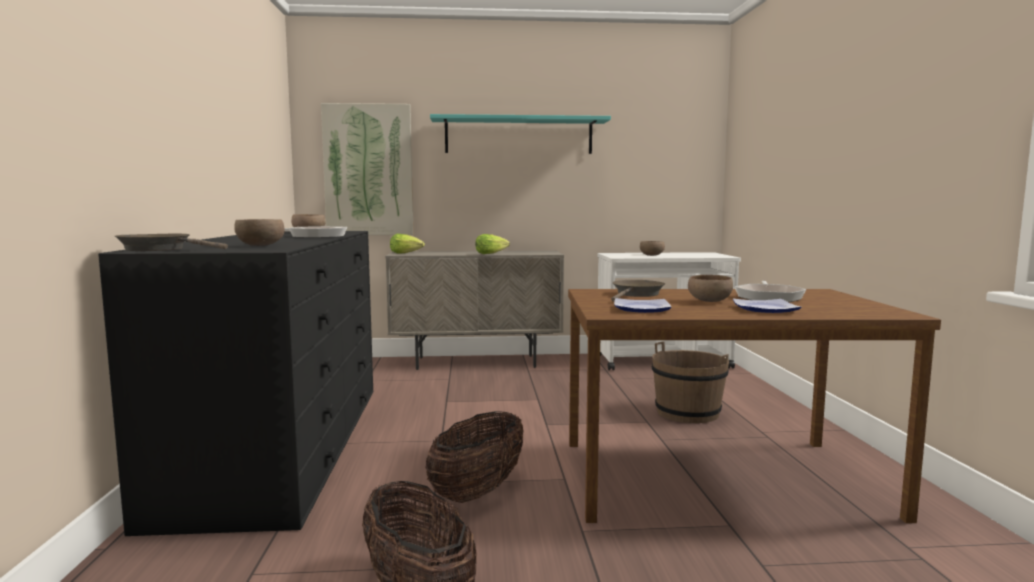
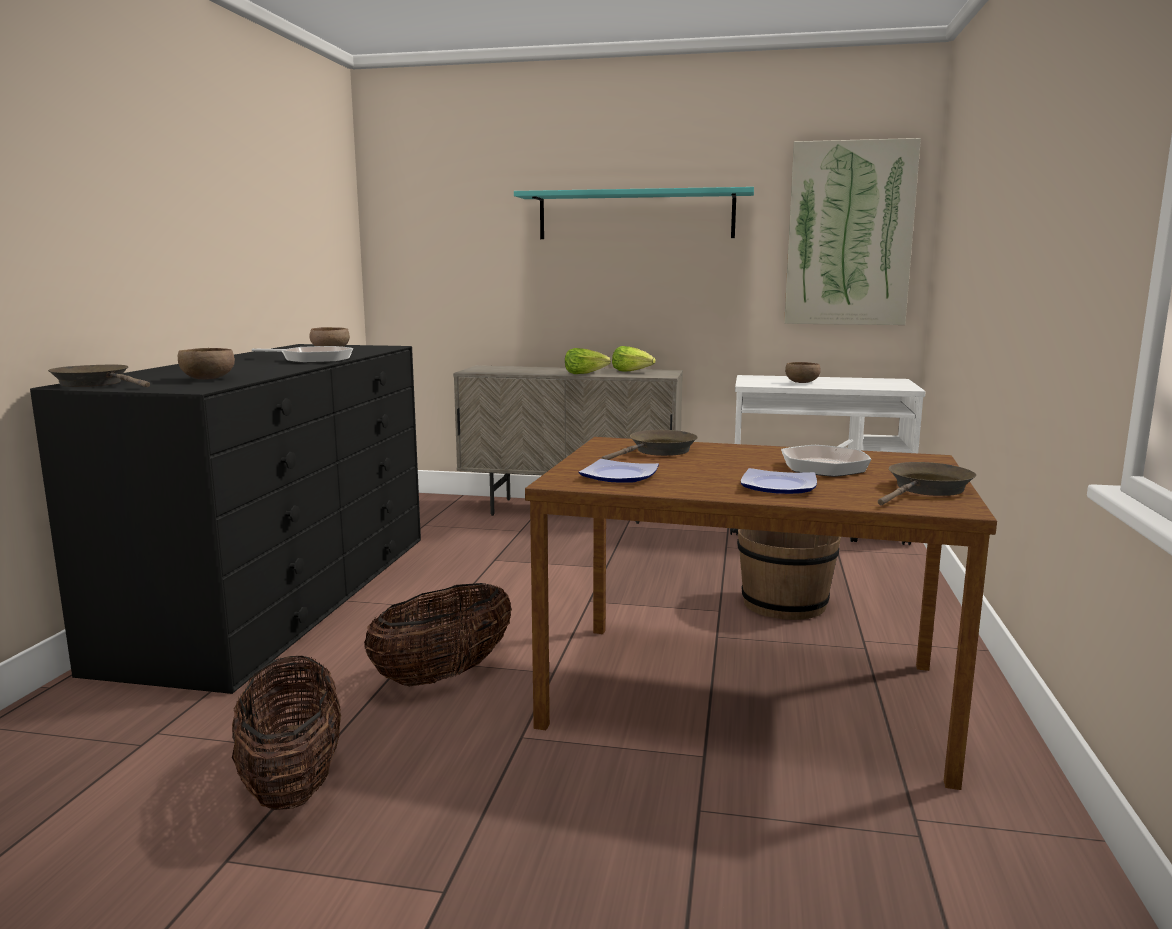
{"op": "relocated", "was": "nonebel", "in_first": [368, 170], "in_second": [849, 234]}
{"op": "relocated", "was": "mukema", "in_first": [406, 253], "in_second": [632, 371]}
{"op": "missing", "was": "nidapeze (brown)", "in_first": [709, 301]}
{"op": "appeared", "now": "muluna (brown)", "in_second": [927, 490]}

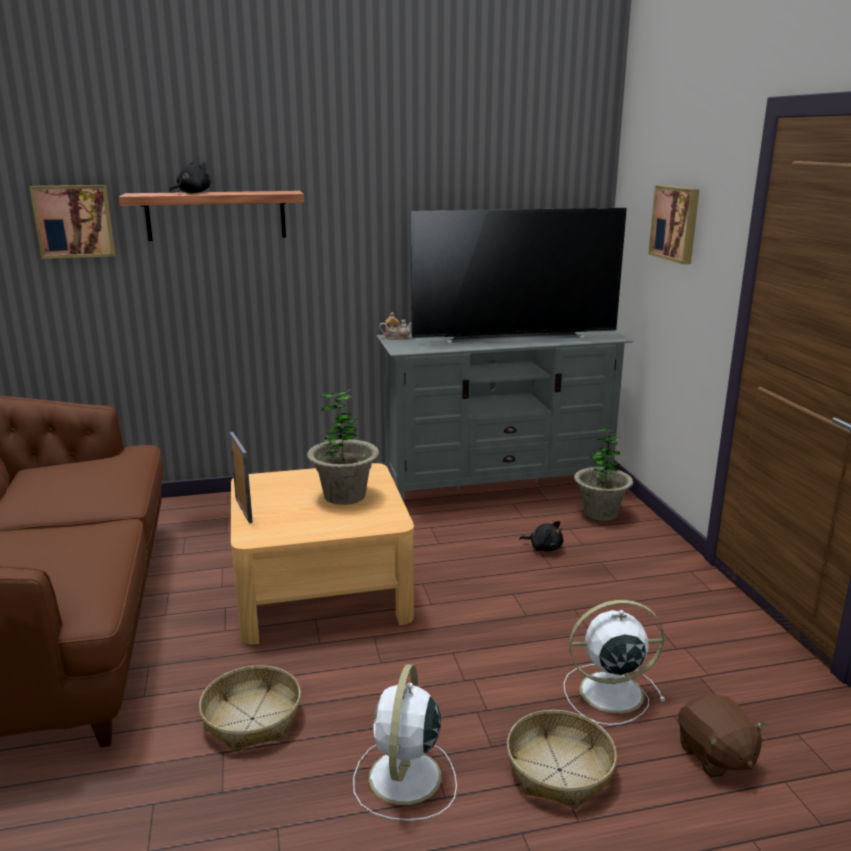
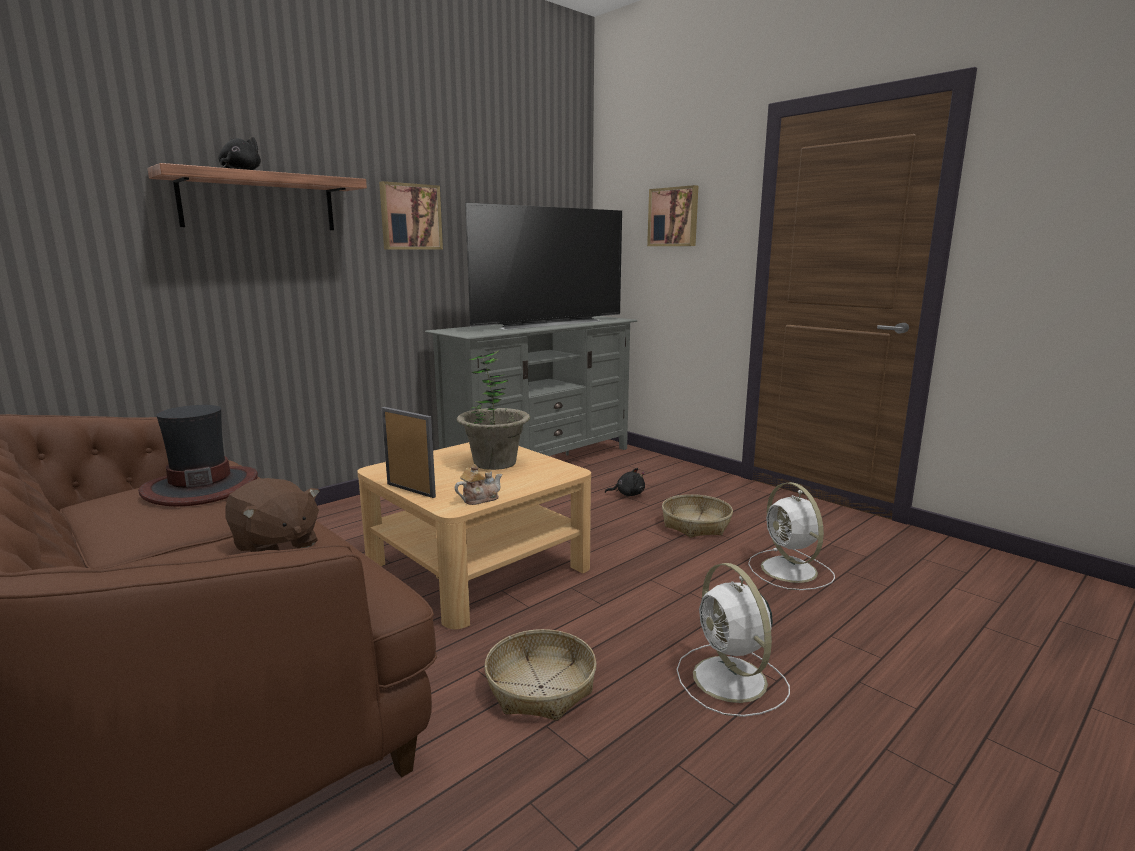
{"op": "relocated", "was": "nonebel", "in_first": [74, 221], "in_second": [410, 217]}
{"op": "relocated", "was": "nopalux", "in_first": [396, 337], "in_second": [479, 499]}
{"op": "missing", "was": "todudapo", "in_first": [600, 513]}
{"op": "spun", "was": "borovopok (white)", "in_first": [608, 692], "in_second": [790, 571], "clockwise": -75}
{"op": "relocated", "was": "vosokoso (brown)", "in_first": [715, 756], "in_second": [275, 546]}
{"op": "relocated", "was": "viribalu", "in_first": [559, 770], "in_second": [696, 525]}
{"op": "appeared", "now": "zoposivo", "in_second": [201, 487]}

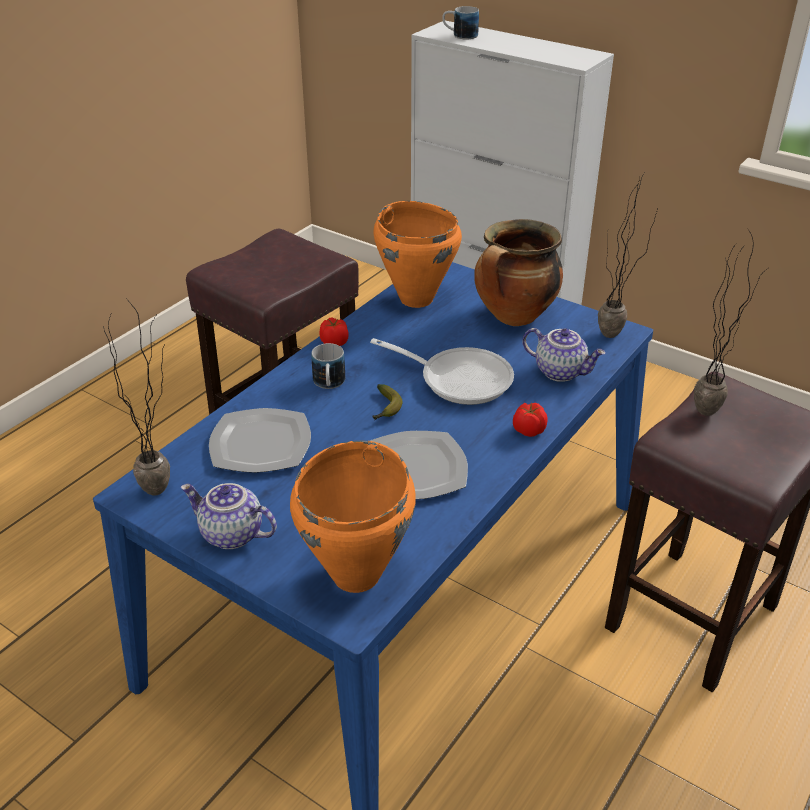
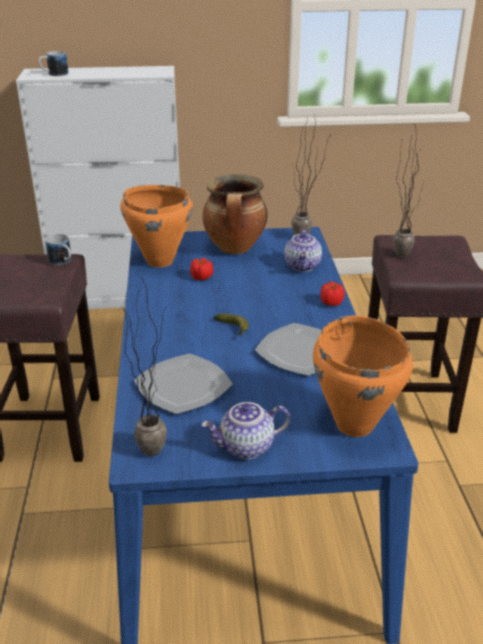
{"op": "relocated", "was": "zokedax", "in_first": [334, 342], "in_second": [201, 277]}
{"op": "spun", "was": "nopalux", "in_first": [561, 371], "in_second": [303, 266], "clockwise": 105}
{"op": "missing", "was": "muluna", "in_first": [458, 379]}
{"op": "relocated", "was": "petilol", "in_first": [329, 384], "in_second": [63, 262]}

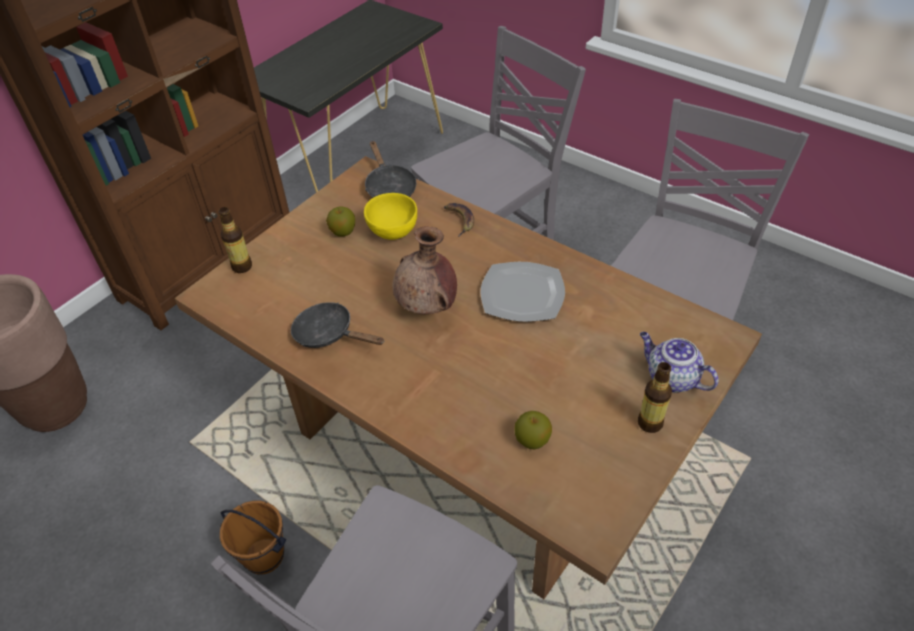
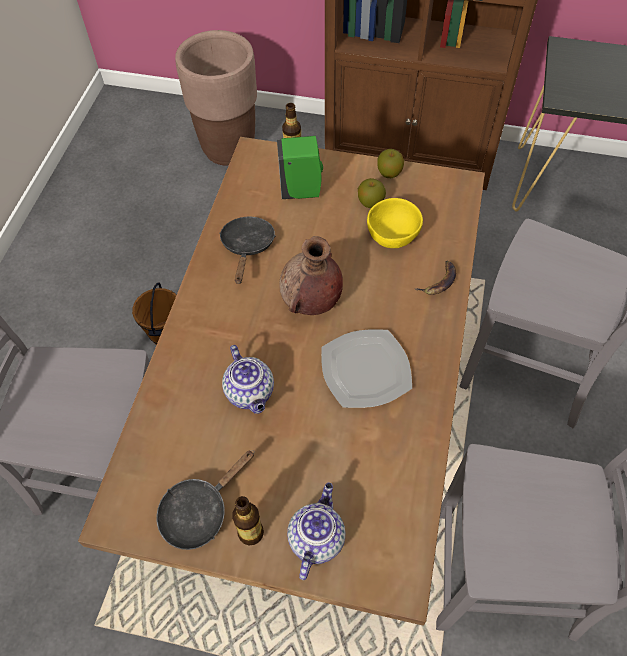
{"op": "relocated", "was": "muluna (black)", "in_first": [389, 187], "in_second": [199, 511]}
{"op": "relocated", "was": "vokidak", "in_first": [532, 440], "in_second": [389, 173]}
{"op": "appeared", "now": "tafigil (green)", "in_second": [302, 191]}
{"op": "appeared", "now": "nopalux", "in_second": [251, 393]}

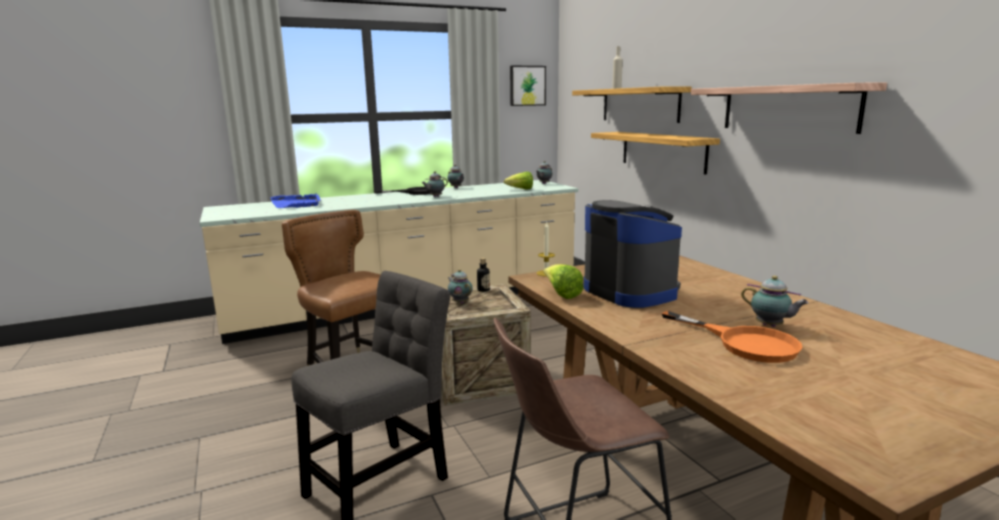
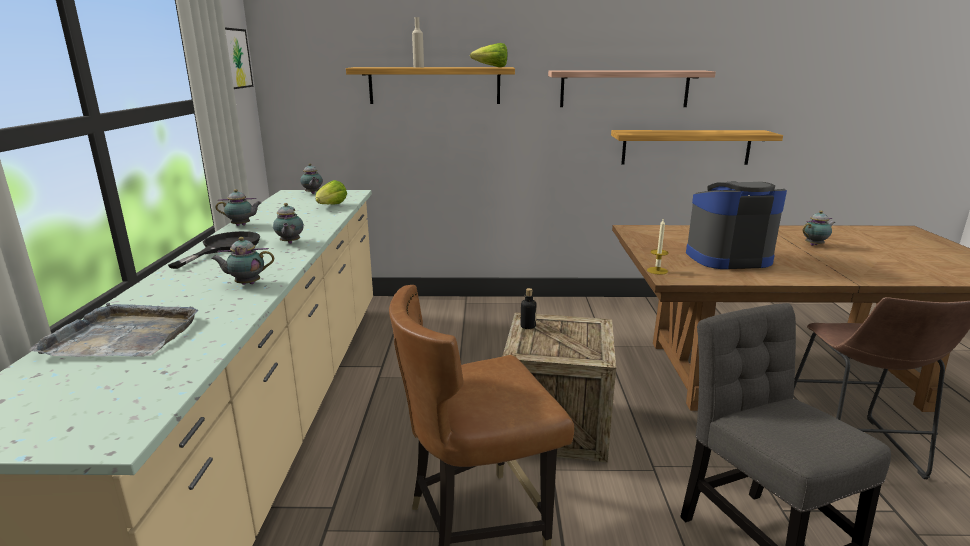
{"op": "relocated", "was": "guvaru", "in_first": [662, 151], "in_second": [686, 147]}
{"op": "colour", "was": "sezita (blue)", "now": "sezita (grey)", "in_first": [296, 204], "in_second": [124, 336]}
{"op": "relocated", "was": "mukema", "in_first": [561, 294], "in_second": [492, 67]}
{"op": "relocated", "was": "nopalux", "in_first": [460, 302], "in_second": [246, 284]}
{"op": "missing", "was": "muluna (orange)", "in_first": [744, 343]}

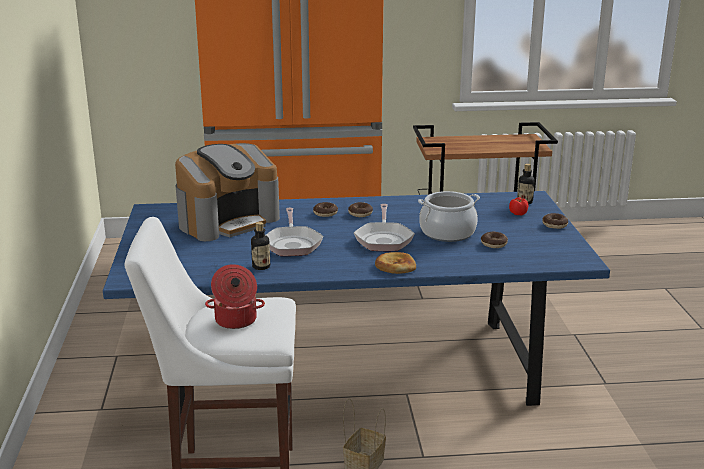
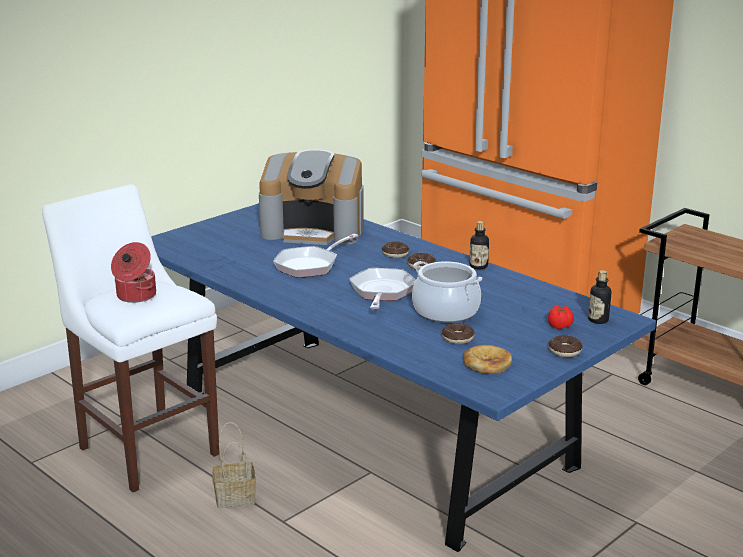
{"op": "spun", "was": "muluna", "in_first": [384, 239], "in_second": [382, 292], "clockwise": 135}
{"op": "relocated", "was": "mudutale", "in_first": [261, 266], "in_second": [478, 266]}
{"op": "relocated", "was": "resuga", "in_first": [395, 266], "in_second": [487, 363]}

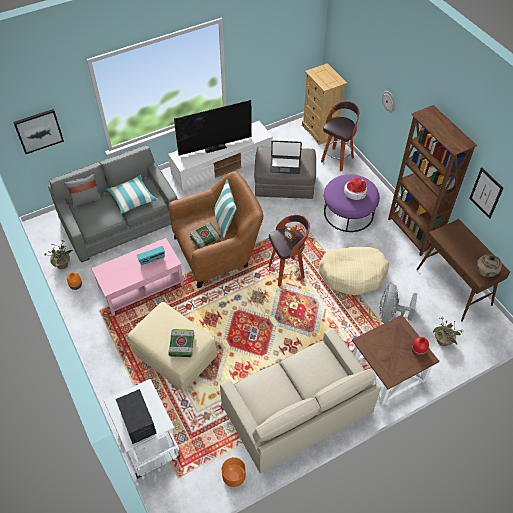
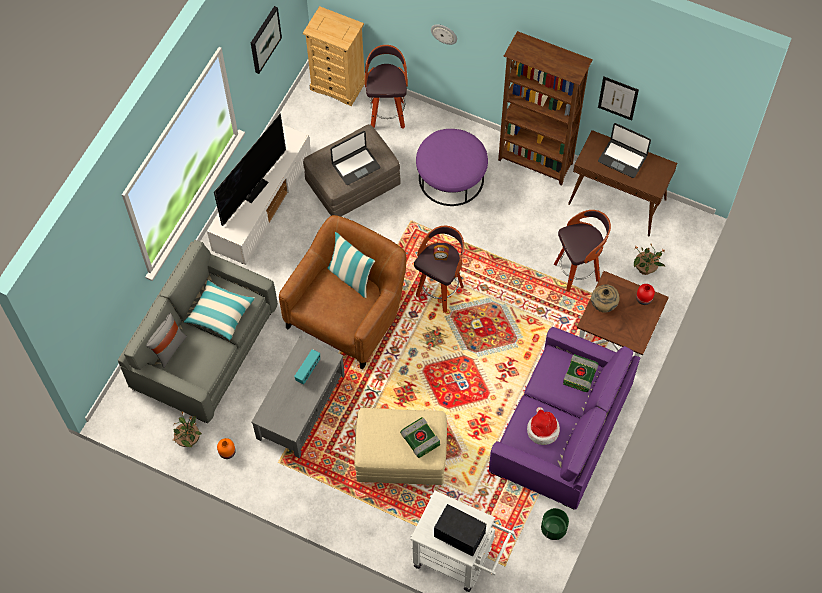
{"op": "relocated", "was": "nonebel", "in_first": [38, 131], "in_second": [264, 39]}
{"op": "relocated", "was": "zoposivo", "in_first": [355, 192], "in_second": [542, 429]}
{"op": "relocated", "was": "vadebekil", "in_first": [205, 238], "in_second": [580, 376]}
{"op": "colour", "was": "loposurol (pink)", "now": "loposurol (grey)", "in_first": [141, 286], "in_second": [300, 406]}
{"op": "missing", "was": "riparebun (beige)", "in_first": [353, 274]}
{"op": "relocated", "was": "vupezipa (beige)", "in_first": [485, 273], "in_second": [603, 305]}
{"op": "exchanged", "was": "borovopok (grey)", "now": "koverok", "in_first": [390, 314], "in_second": [578, 271]}
{"op": "colour", "was": "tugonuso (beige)", "now": "tugonuso (purple)", "in_first": [296, 410], "in_second": [562, 429]}
{"op": "colour", "was": "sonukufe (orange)", "now": "sonukufe (green)", "in_first": [234, 476], "in_second": [553, 529]}
{"op": "appeared", "now": "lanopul", "in_second": [622, 158]}

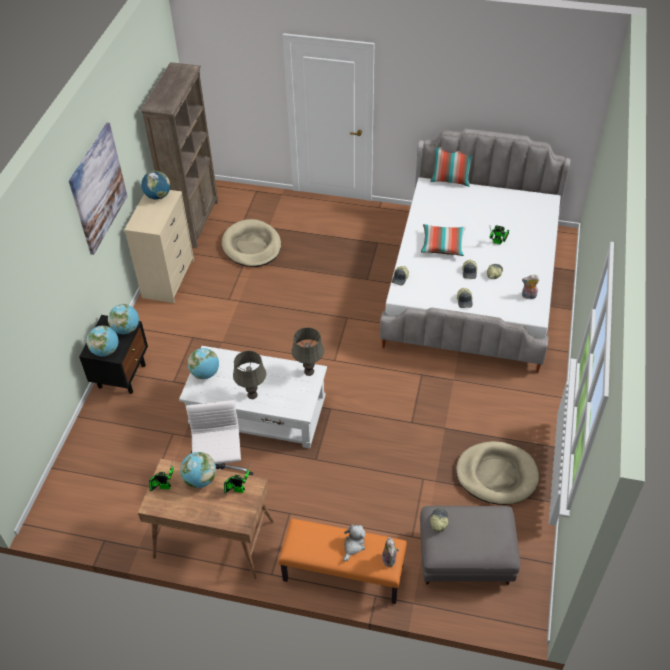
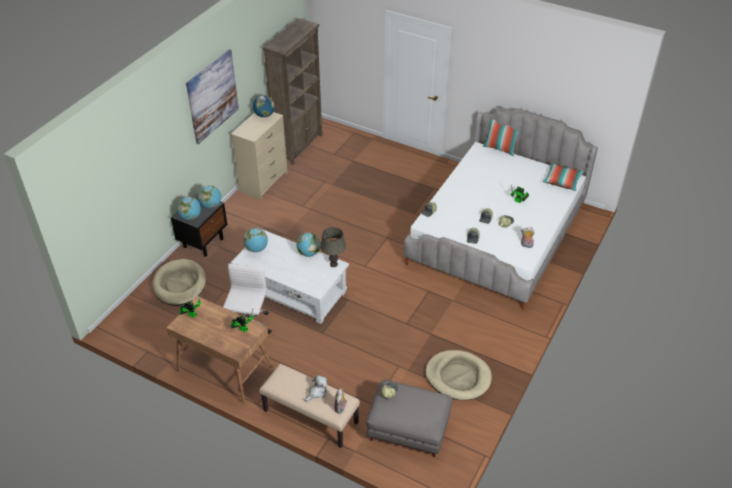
{"op": "relocated", "was": "riparebun (beige)", "in_first": [252, 246], "in_second": [179, 284]}
{"op": "relocated", "was": "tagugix", "in_first": [442, 245], "in_second": [562, 181]}
{"op": "missing", "was": "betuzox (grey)", "in_first": [252, 395]}
{"op": "relocated", "was": "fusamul", "in_first": [200, 479], "in_second": [309, 253]}
{"op": "colour", "was": "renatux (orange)", "now": "renatux (beige)", "in_first": [342, 573], "in_second": [310, 417]}

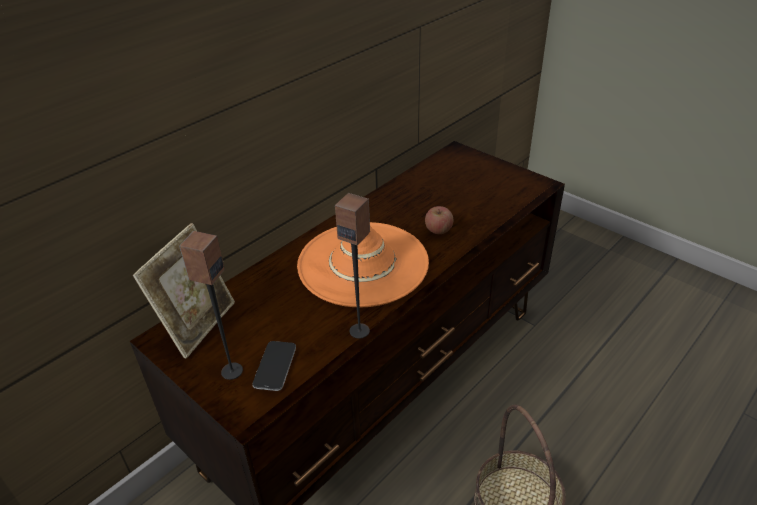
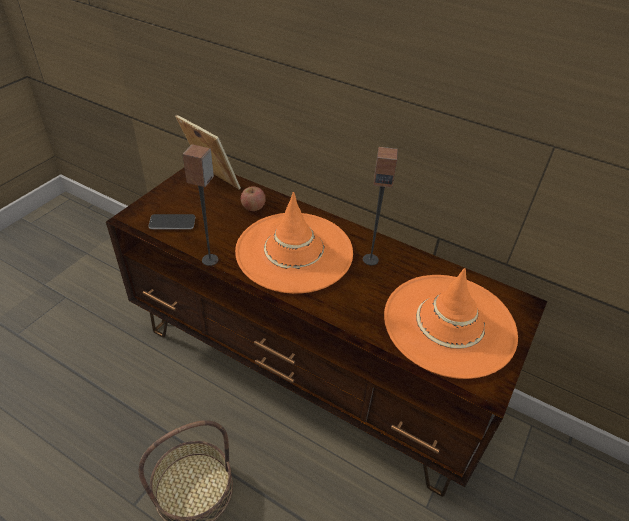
{"op": "relocated", "was": "vokidak", "in_first": [438, 230], "in_second": [253, 207]}
{"op": "spun", "was": "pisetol", "in_first": [198, 325], "in_second": [212, 181], "clockwise": -150}
{"op": "relocated", "was": "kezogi", "in_first": [231, 371], "in_second": [370, 259]}
{"op": "appeared", "now": "zoposivo (orange)", "in_second": [449, 324]}

